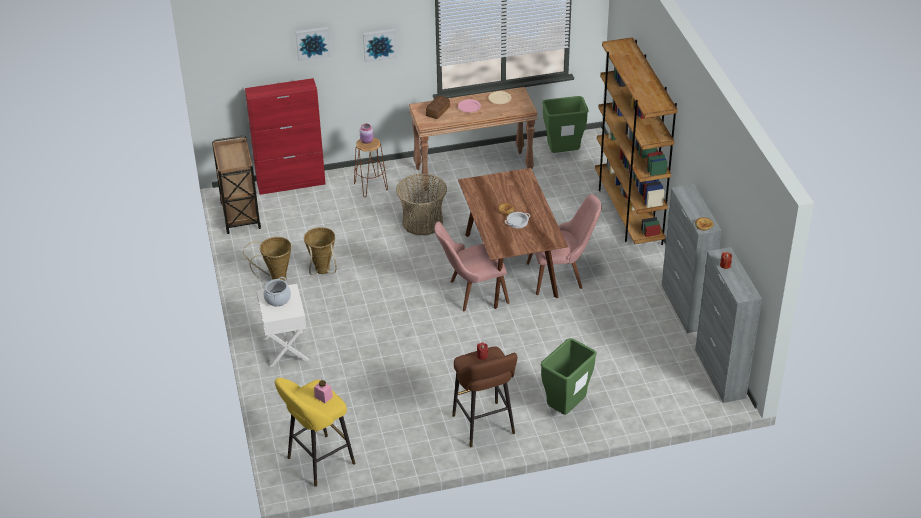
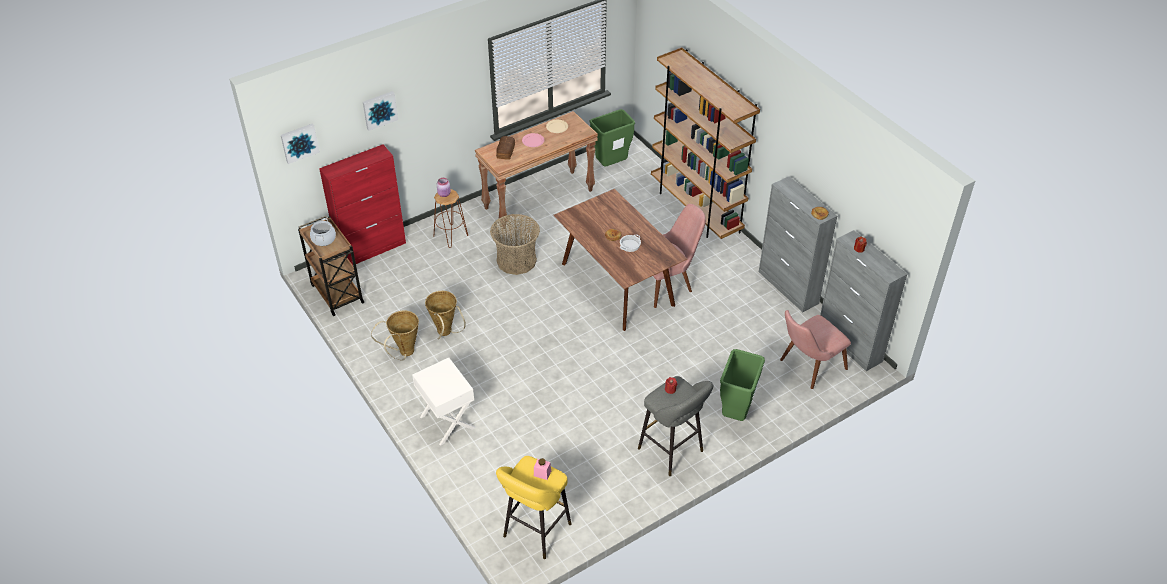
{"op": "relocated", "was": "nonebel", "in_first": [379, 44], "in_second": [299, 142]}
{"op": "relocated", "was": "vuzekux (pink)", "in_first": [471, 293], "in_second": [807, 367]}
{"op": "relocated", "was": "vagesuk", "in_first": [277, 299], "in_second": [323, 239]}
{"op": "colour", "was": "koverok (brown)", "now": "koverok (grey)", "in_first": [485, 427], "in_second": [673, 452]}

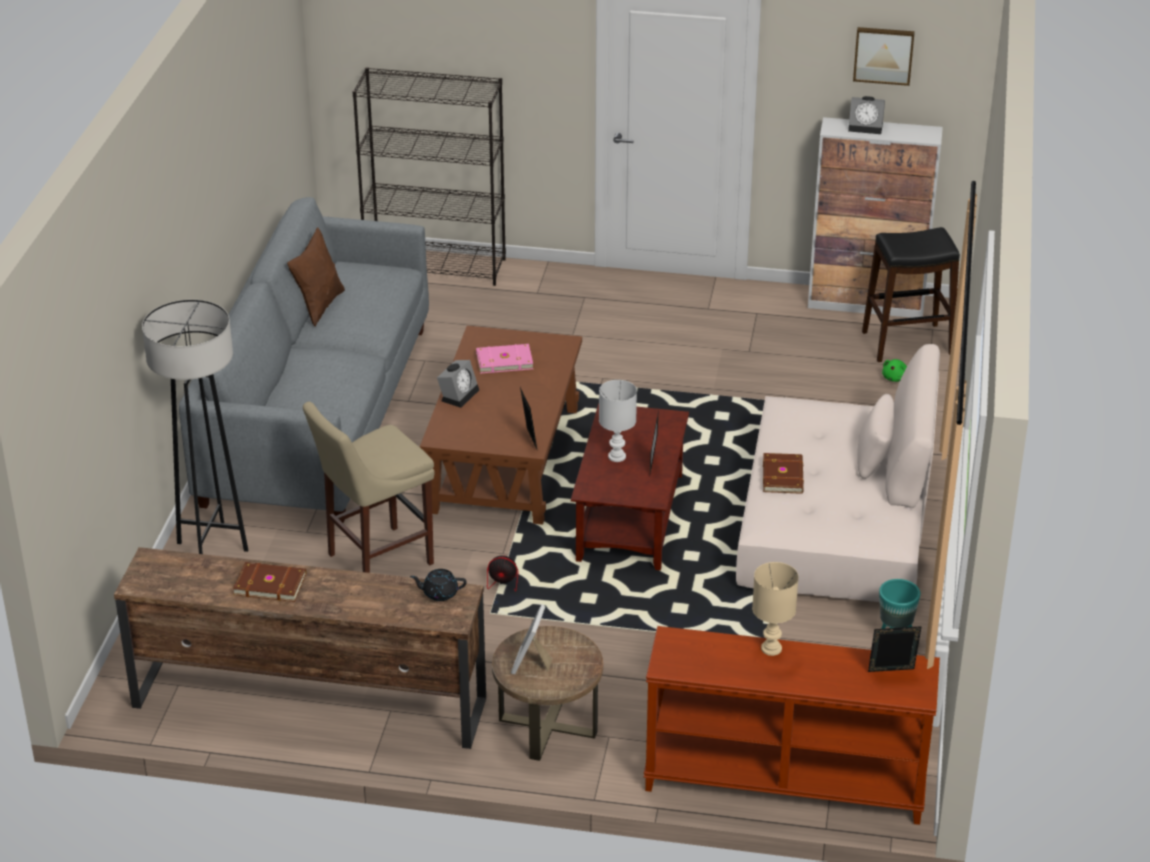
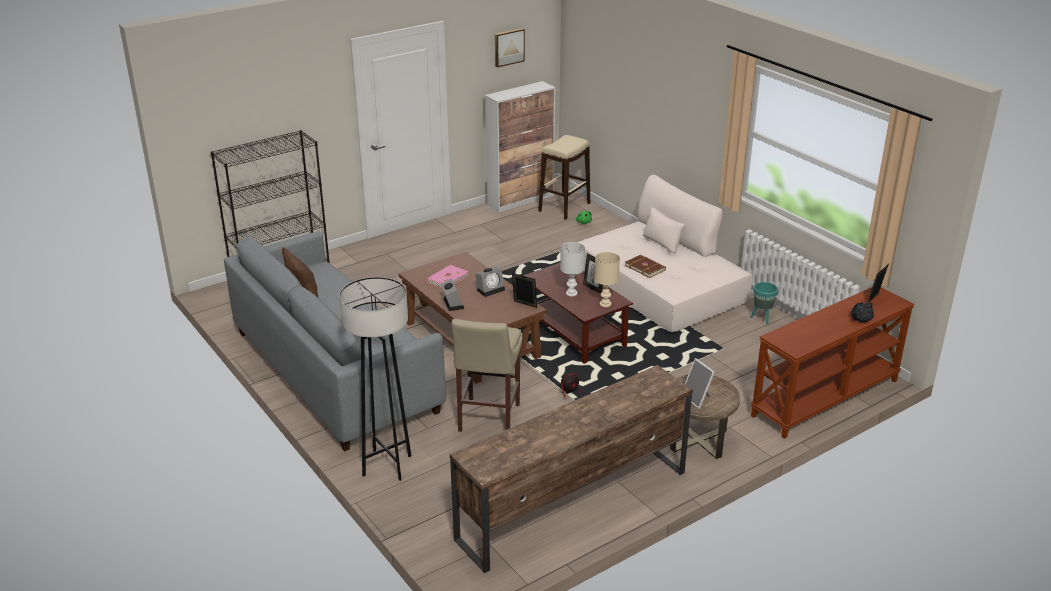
{"op": "relocated", "was": "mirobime", "in_first": [866, 127], "in_second": [490, 289]}
{"op": "colour", "was": "koverok (black)", "now": "koverok (beige)", "in_first": [907, 343], "in_second": [564, 207]}
{"op": "missing", "was": "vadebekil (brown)", "in_first": [270, 583]}
{"op": "relocated", "was": "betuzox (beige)", "in_first": [770, 648], "in_second": [605, 304]}
{"op": "relocated", "was": "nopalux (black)", "in_first": [439, 593], "in_second": [861, 318]}

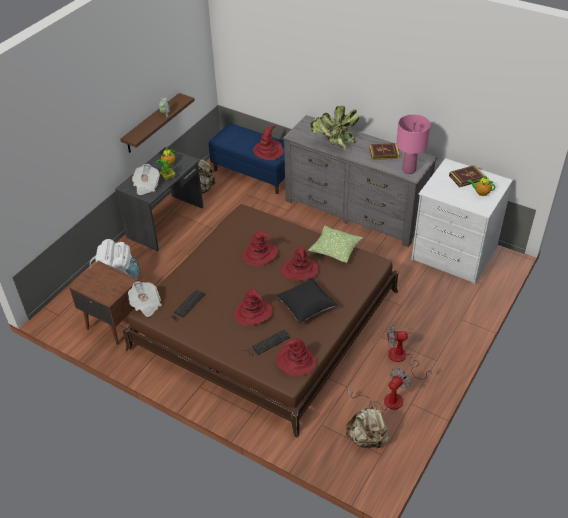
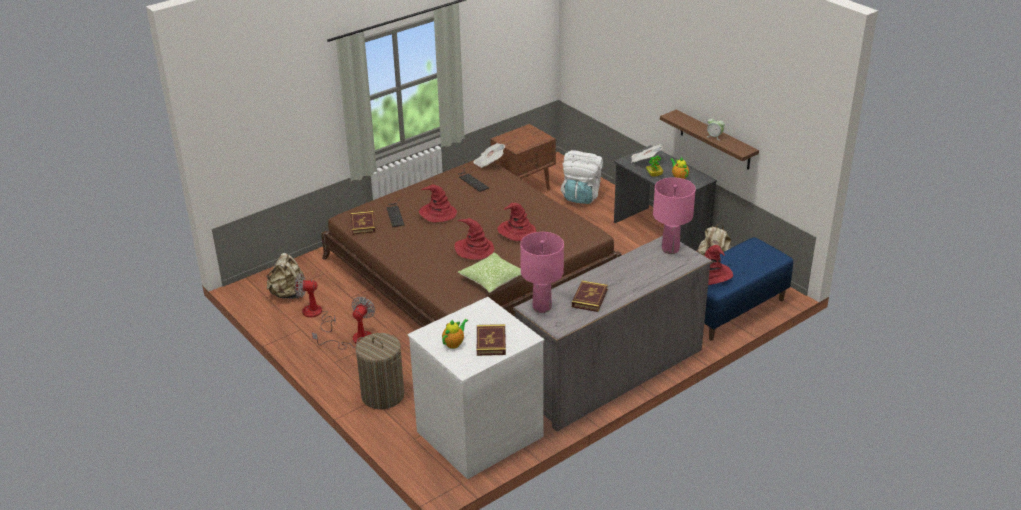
{"op": "missing", "was": "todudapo", "in_first": [335, 144]}
{"op": "missing", "was": "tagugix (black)", "in_first": [306, 307]}
{"op": "exchanged", "was": "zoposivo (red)", "now": "vadebekil", "in_first": [296, 361], "in_second": [363, 225]}
{"op": "spun", "was": "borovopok", "in_first": [385, 401], "in_second": [316, 315], "clockwise": 120}
{"op": "appeared", "now": "betuzox (pink)", "in_second": [670, 249]}
{"op": "appeared", "now": "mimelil", "in_second": [383, 395]}

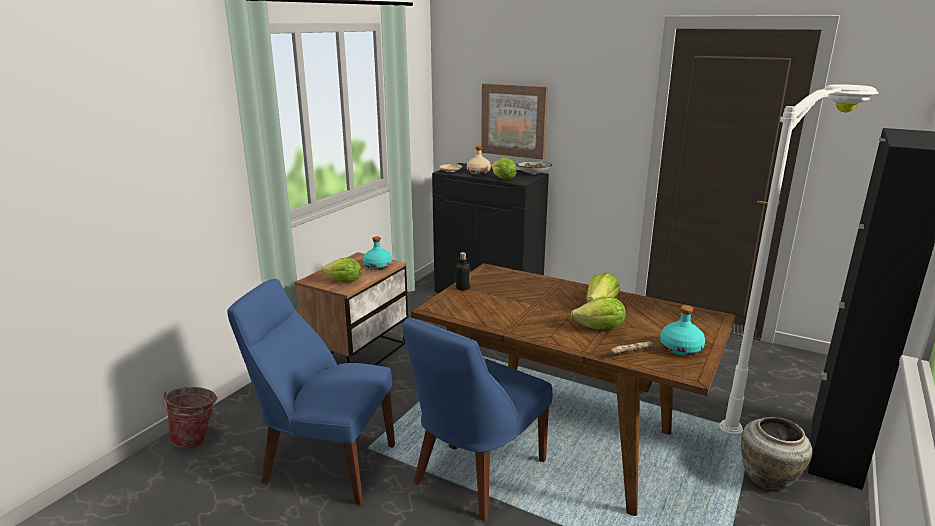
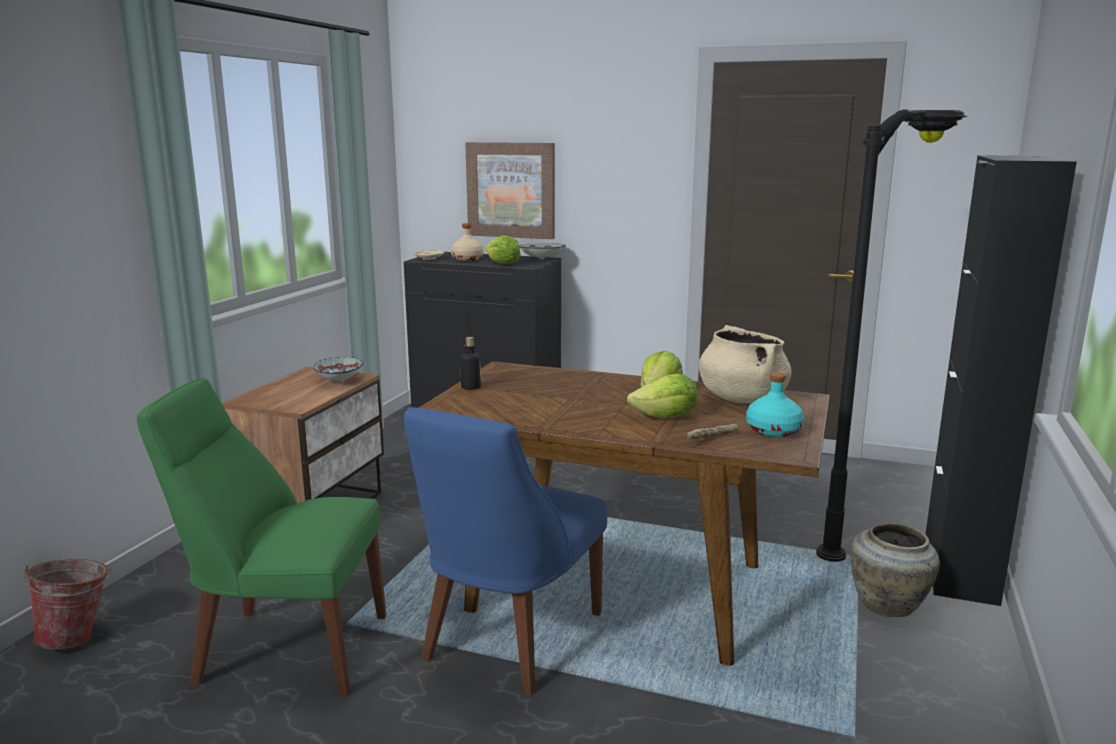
{"op": "colour", "was": "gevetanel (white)", "now": "gevetanel (black)", "in_first": [768, 406], "in_second": [870, 526]}
{"op": "exchanged", "was": "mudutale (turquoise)", "now": "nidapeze", "in_first": [378, 266], "in_second": [340, 380]}
{"op": "missing", "was": "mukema", "in_first": [344, 282]}
{"op": "colour", "was": "vuzekux (blue)", "now": "vuzekux (green)", "in_first": [324, 463], "in_second": [284, 648]}
{"op": "appeared", "now": "vagesuk (beige)", "in_second": [741, 398]}

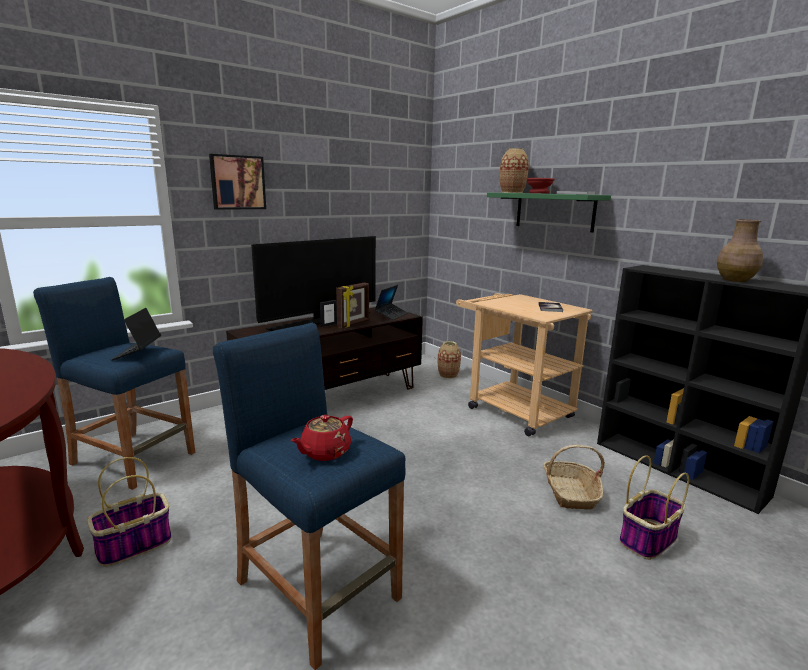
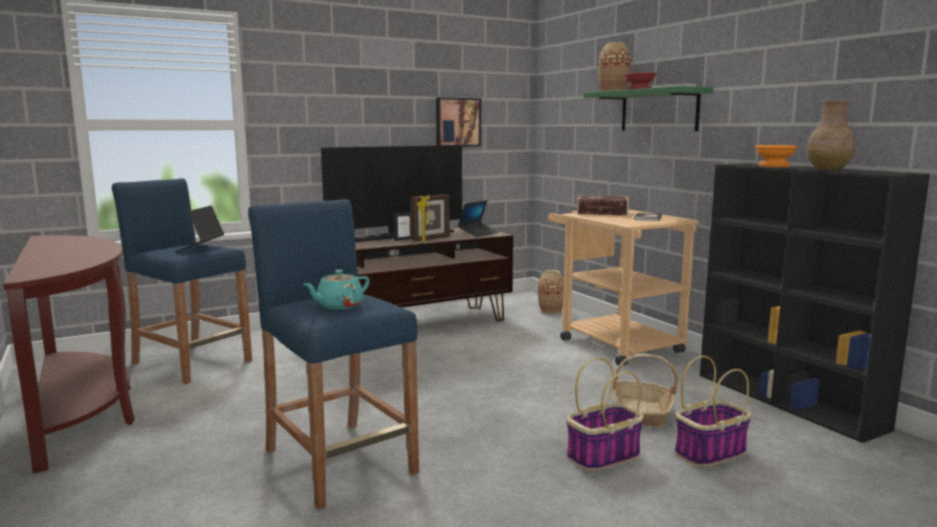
{"op": "relocated", "was": "nonebel", "in_first": [237, 182], "in_second": [457, 122]}
{"op": "colour", "was": "nopalux (red)", "now": "nopalux (turquoise)", "in_first": [324, 452], "in_second": [339, 306]}
{"op": "relocated", "was": "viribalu", "in_first": [133, 546], "in_second": [603, 457]}
{"op": "appeared", "now": "nidapeze (orange)", "in_second": [775, 166]}
{"op": "appeared", "now": "vadebekil", "in_second": [602, 213]}

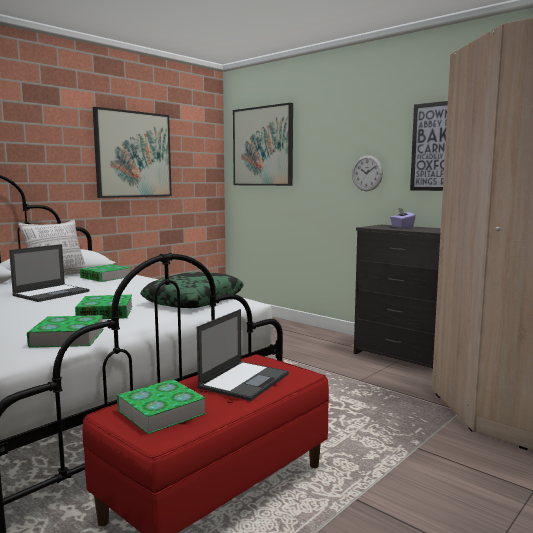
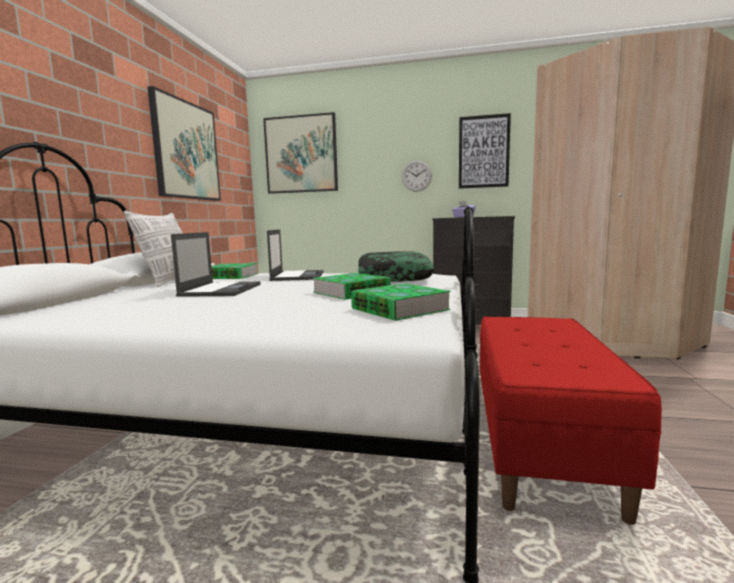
{"op": "relocated", "was": "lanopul", "in_first": [244, 380], "in_second": [298, 276]}
{"op": "missing", "was": "vadebekil", "in_first": [161, 412]}

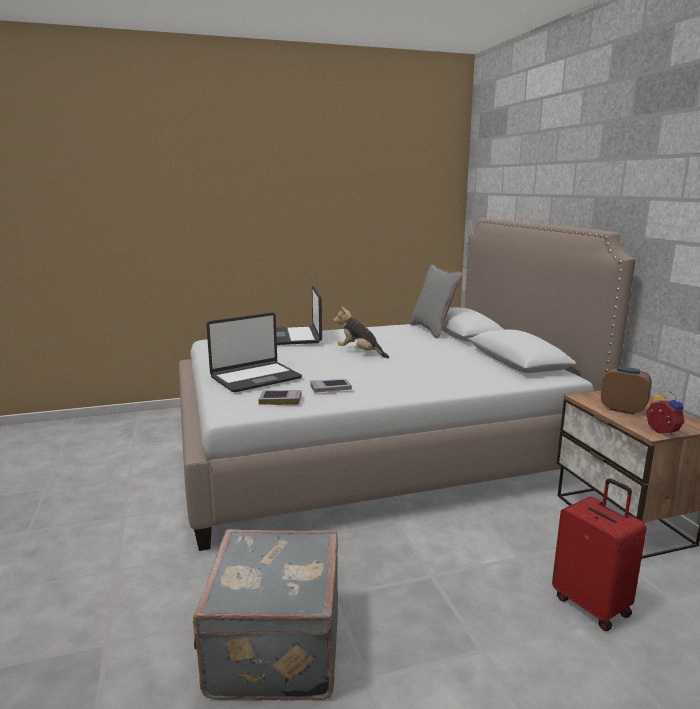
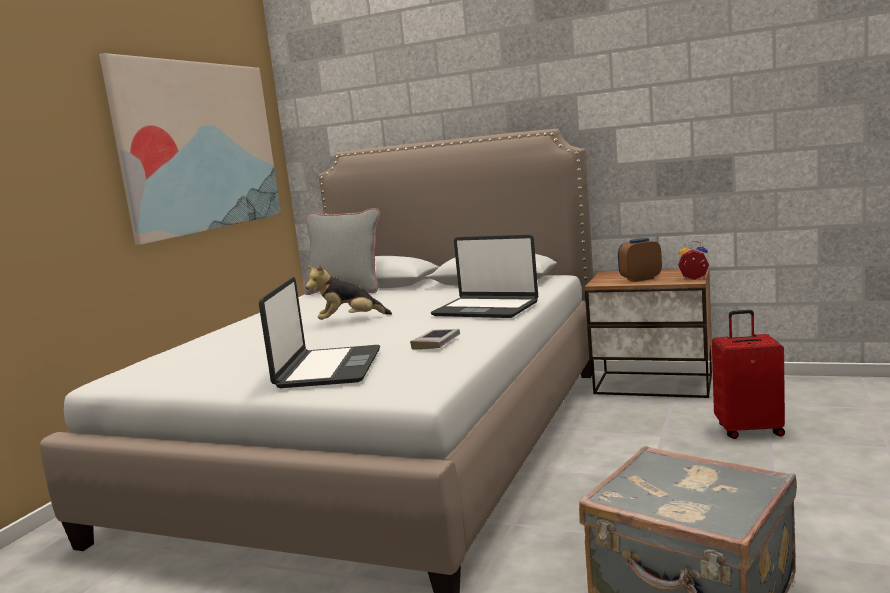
{"op": "relocated", "was": "lanopul", "in_first": [296, 336], "in_second": [486, 309]}
{"op": "missing", "was": "vadebekil", "in_first": [280, 400]}
{"op": "appeared", "now": "nonebel", "in_second": [200, 147]}

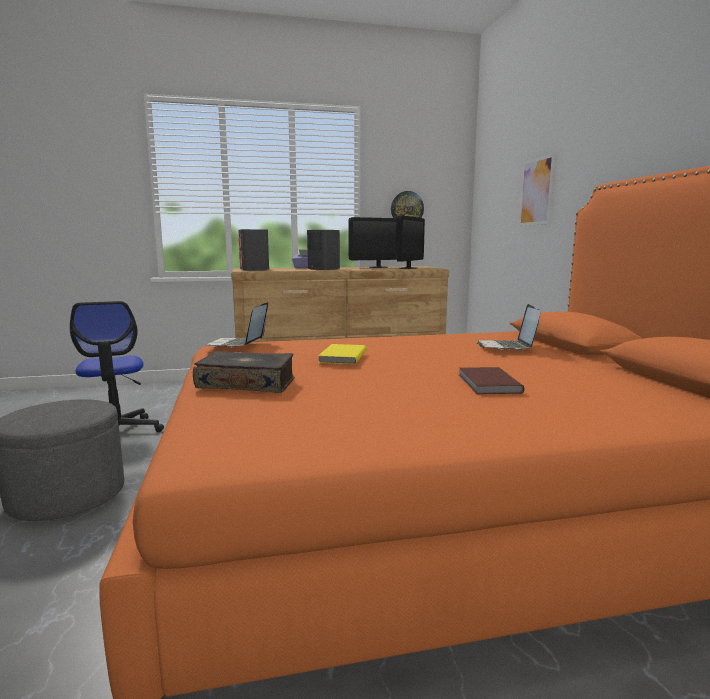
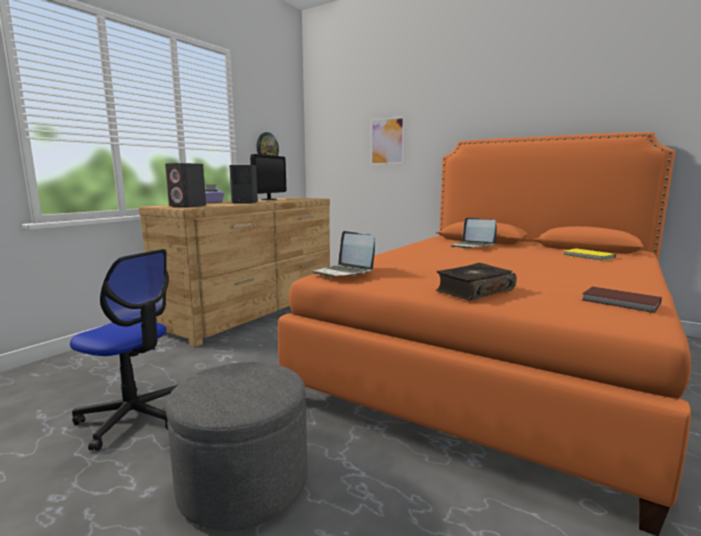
{"op": "missing", "was": "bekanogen", "in_first": [408, 268]}
{"op": "relocated", "was": "vadebekil (yellow)", "in_first": [341, 356], "in_second": [588, 256]}
{"op": "relocated", "was": "vadebekil (brown)", "in_first": [487, 384], "in_second": [621, 302]}

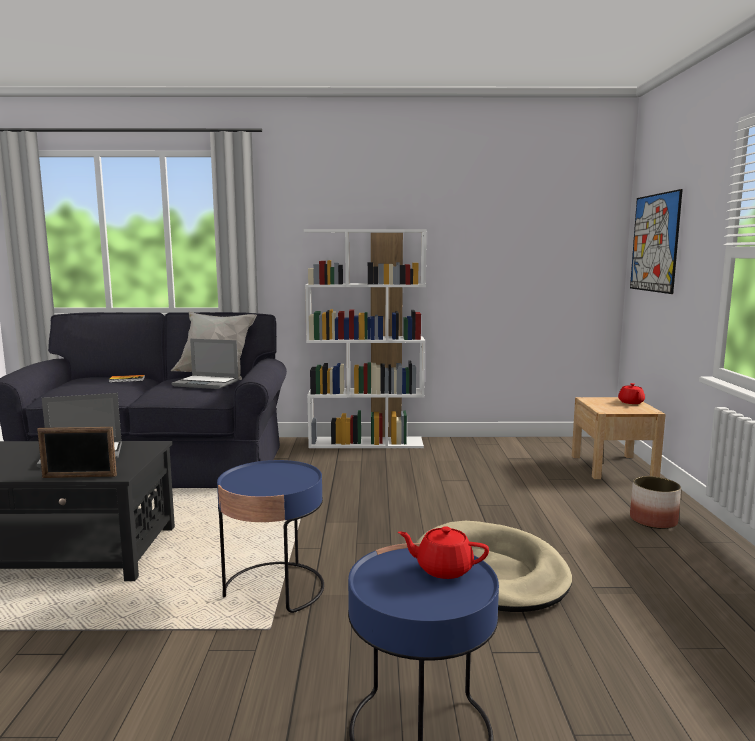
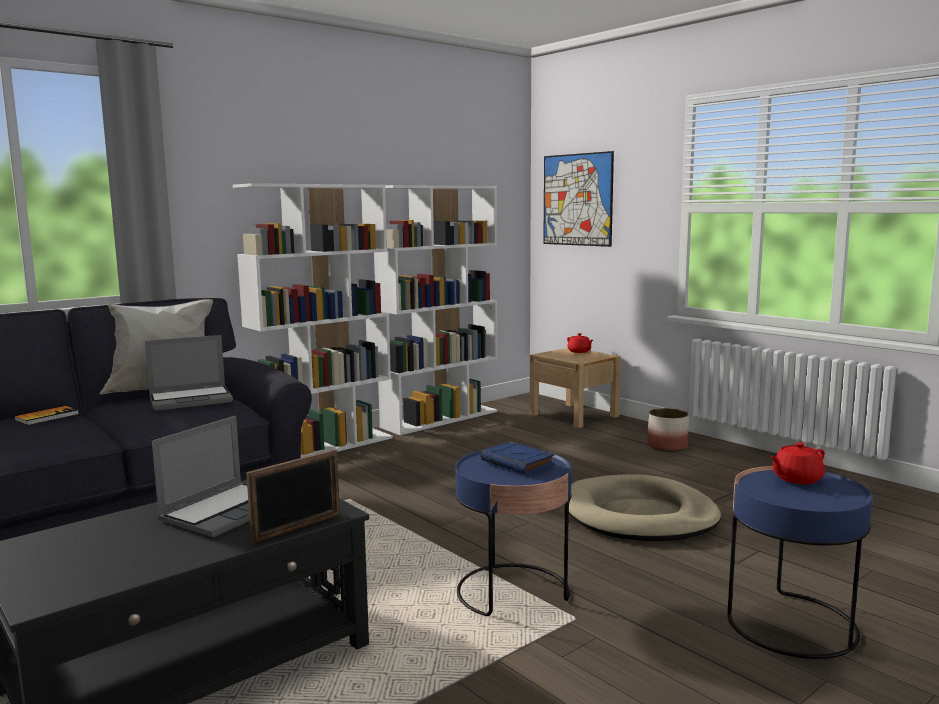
{"op": "appeared", "now": "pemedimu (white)", "in_second": [440, 419]}
{"op": "appeared", "now": "vadebekil (blue)", "in_second": [518, 463]}

